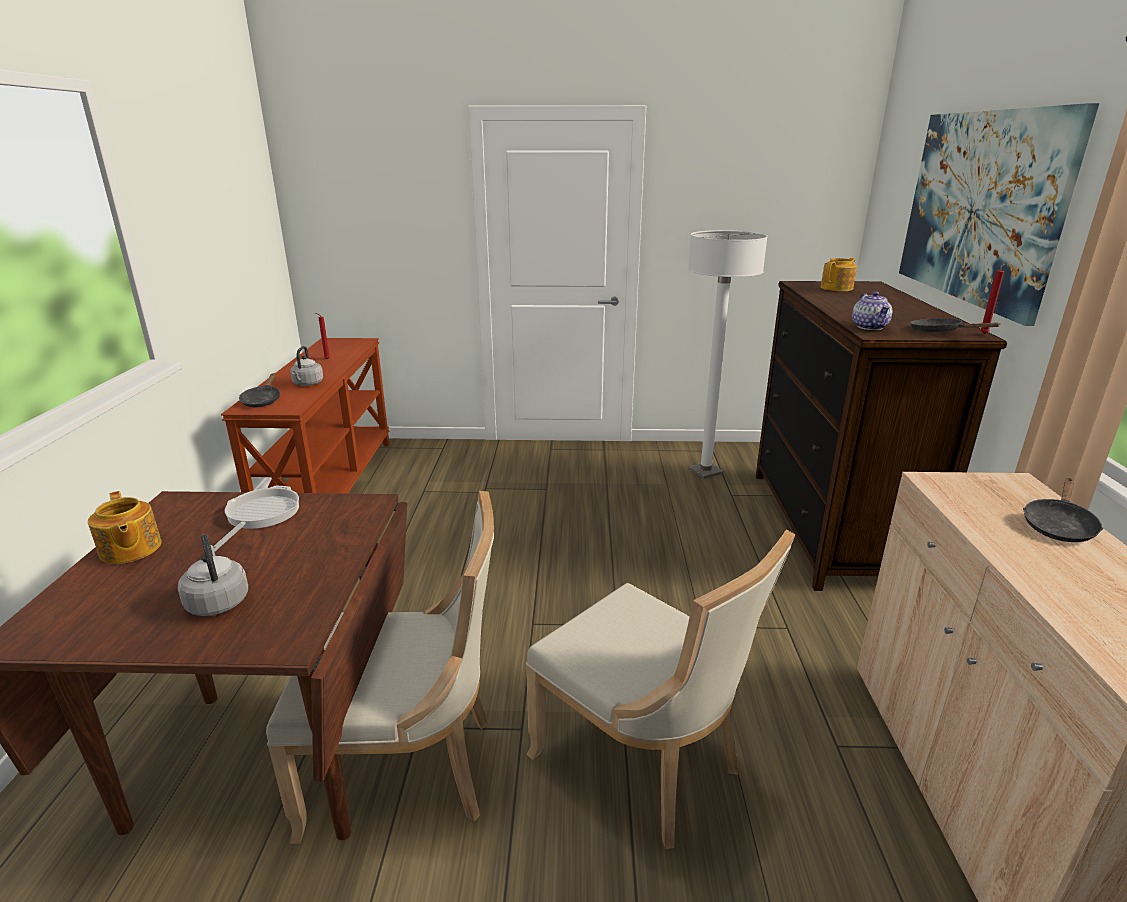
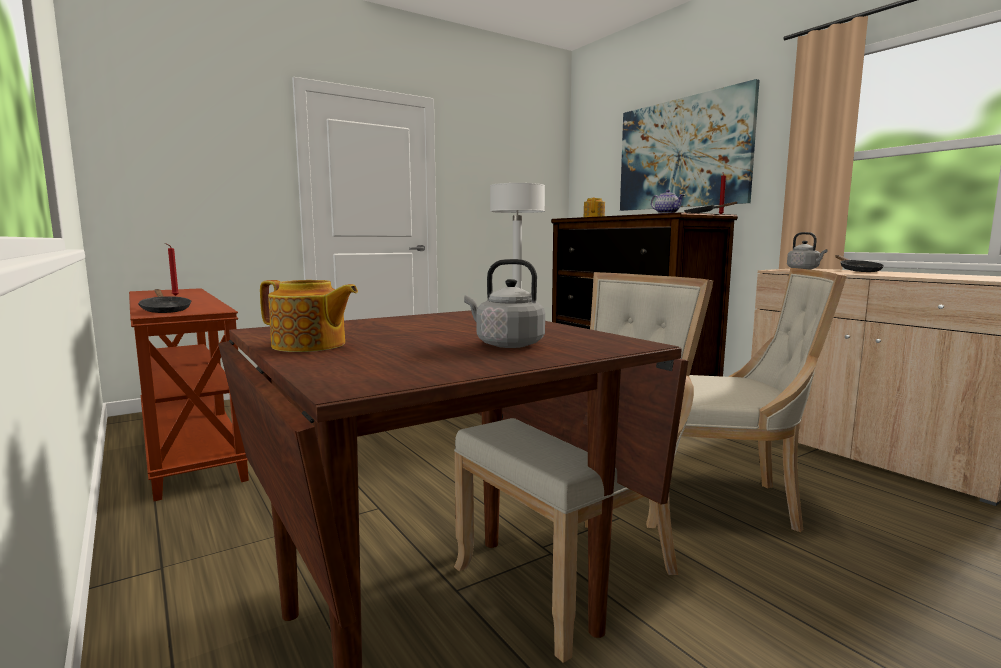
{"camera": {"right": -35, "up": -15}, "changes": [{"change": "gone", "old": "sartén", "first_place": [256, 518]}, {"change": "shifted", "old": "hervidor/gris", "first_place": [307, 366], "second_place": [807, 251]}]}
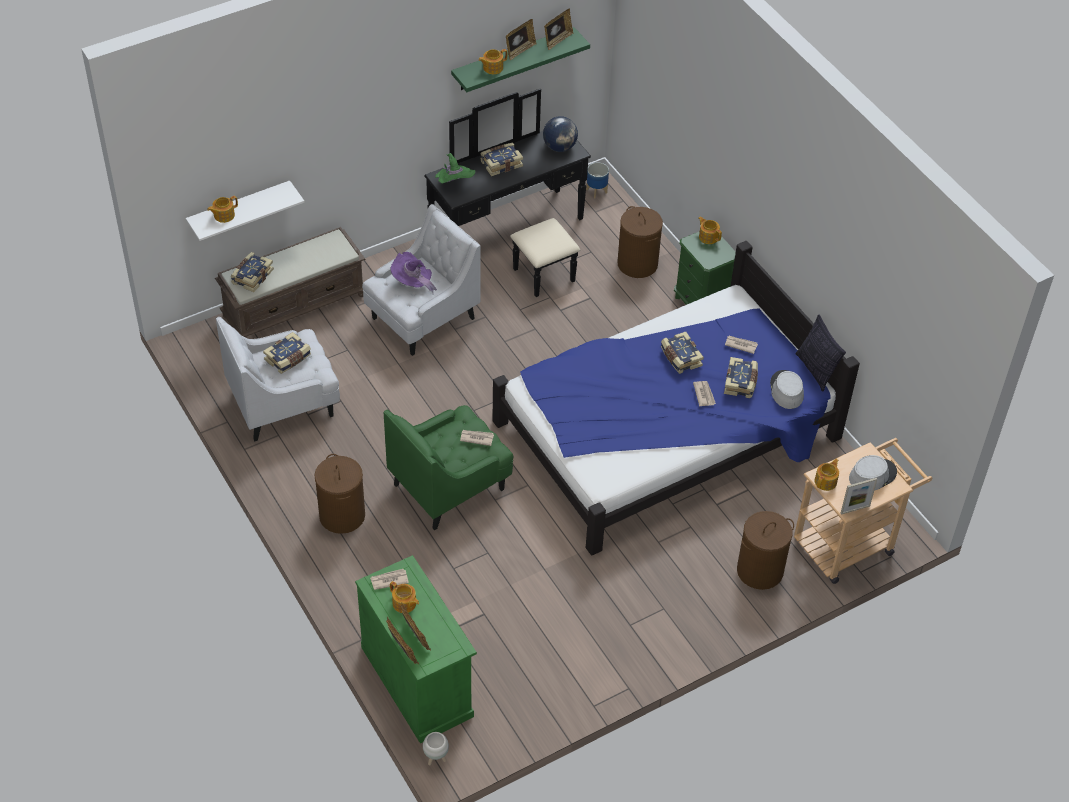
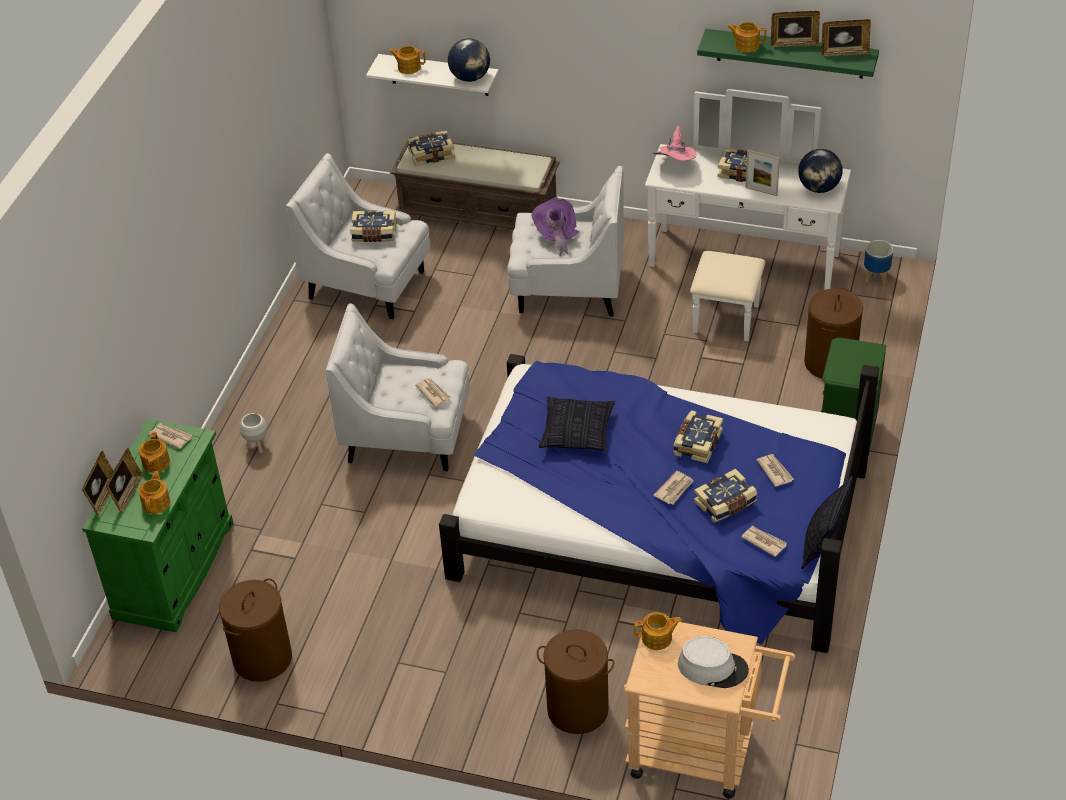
{"camera": {"right": 50, "up": -5}, "changes": [{"change": "new", "new": "globo terráqueo", "second_place": [469, 60]}, {"change": "new", "new": "cojín", "second_place": [576, 424]}, {"change": "shifted", "old": "cesto de la ropa/marrón", "first_place": [339, 494], "second_place": [255, 630]}, {"change": "shifted", "old": "maceta/blanco", "first_place": [436, 748], "second_place": [254, 433]}, {"change": "shifted", "old": "tetera", "first_place": [710, 230], "second_place": [154, 492]}, {"change": "shifted", "old": "portarretratos", "first_place": [859, 496], "second_place": [762, 173]}, {"change": "swapped", "old": "sombrero/gris", "new": "periódico", "first_place": [787, 389], "second_place": [764, 541]}, {"change": "repainted", "old": "sillón/verde", "new": "sillón/blanco", "first_place": [448, 467], "second_place": [397, 387]}, {"change": "repainted", "old": "cómoda/negro", "new": "cómoda/blanco", "first_place": [507, 193], "second_place": [748, 215]}, {"change": "repainted", "old": "sombrero/verde", "new": "sombrero/rosa", "first_place": [455, 168], "second_place": [675, 143]}]}
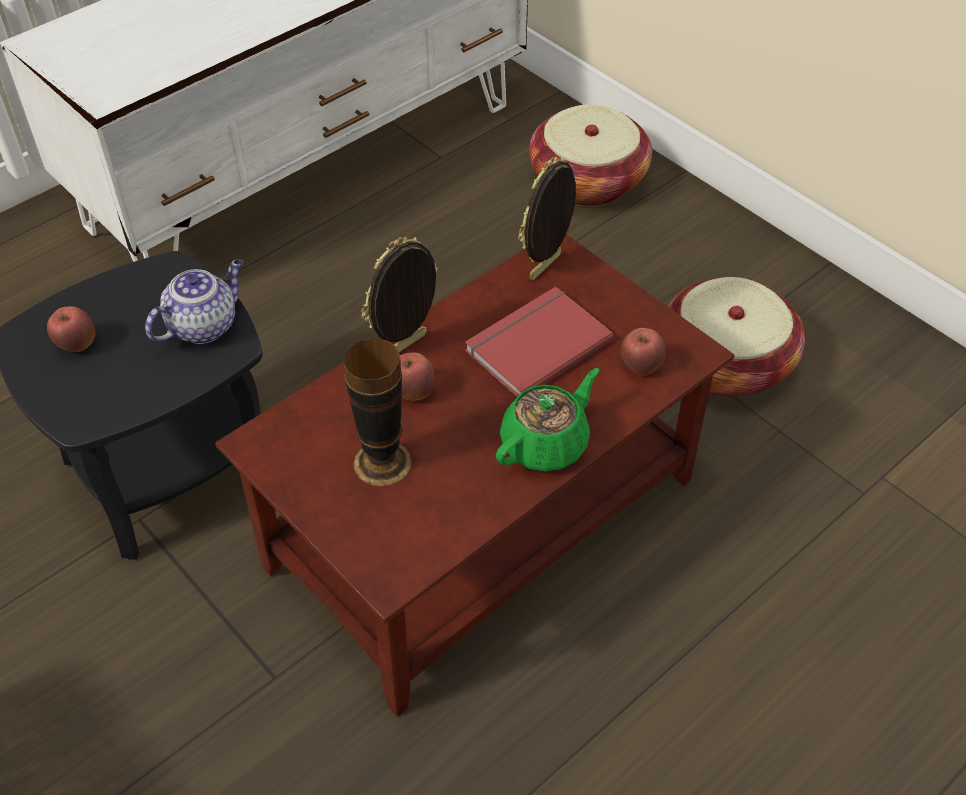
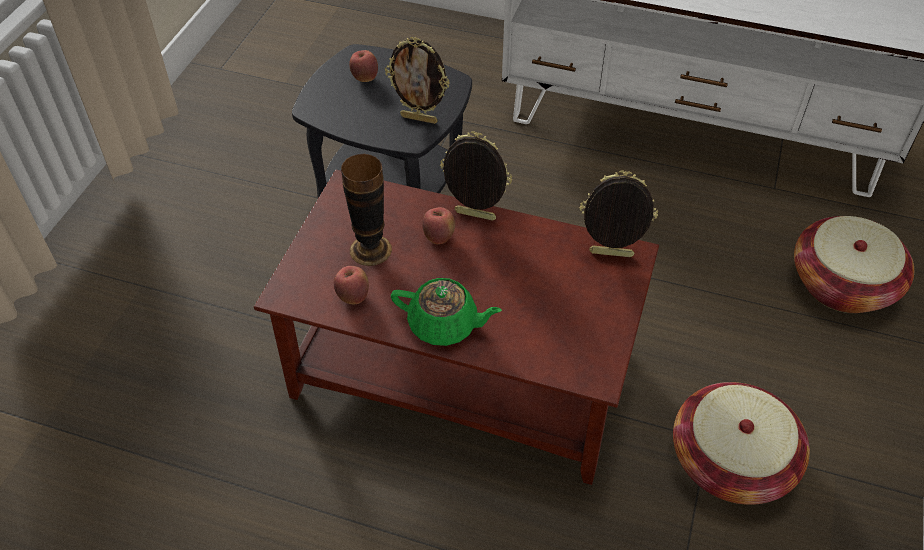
{"camera": {"right": 60, "up": 0}, "changes": [{"change": "gone", "old": "libro/rojo", "first_place": [539, 342]}, {"change": "shifted", "old": "manzana", "first_place": [643, 351], "second_place": [351, 285]}, {"change": "swapped", "old": "tetera", "new": "portarretratos", "first_place": [194, 301], "second_place": [417, 80]}]}
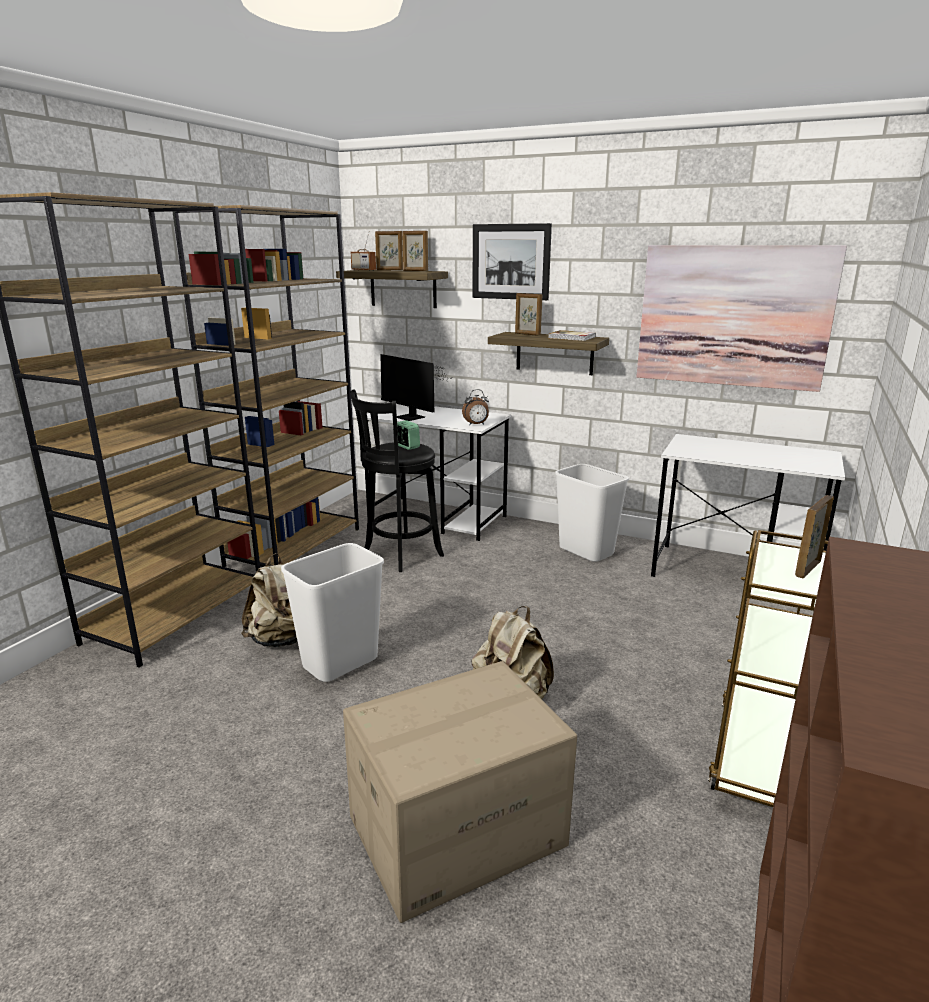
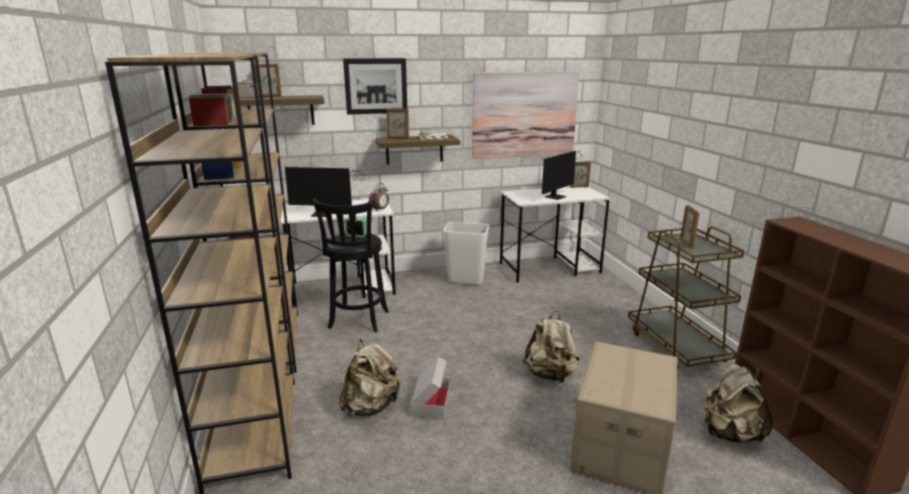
{"camera": {"right": -40, "up": 0}, "changes": [{"change": "new", "new": "monitor", "second_place": [562, 175]}, {"change": "new", "new": "mochila/beis", "second_place": [738, 403]}, {"change": "shifted", "old": "portarretratos", "first_place": [415, 251], "second_place": [580, 174]}, {"change": "swapped", "old": "papelera/blanco", "new": "caja de cartón", "first_place": [332, 612], "second_place": [430, 387]}]}
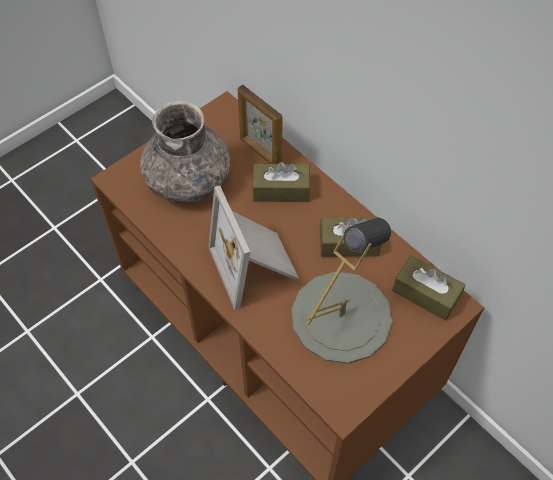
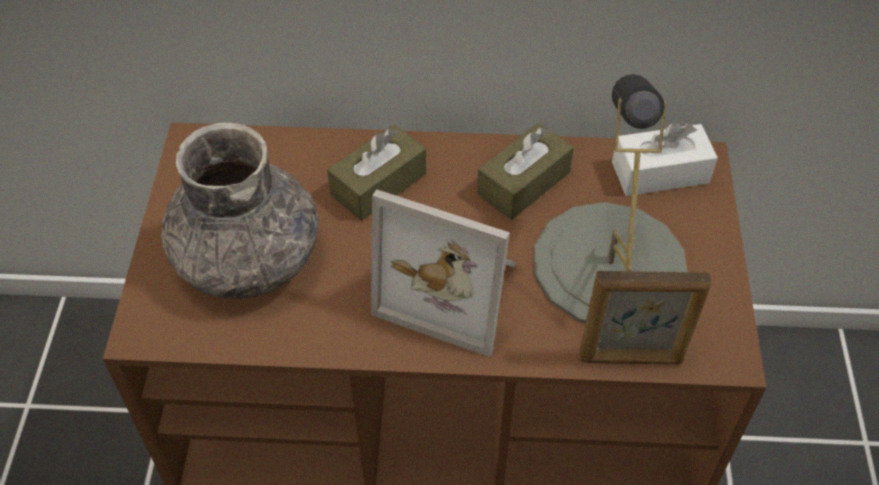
{"camera": {"right": -45, "up": -5}, "changes": [{"change": "shifted", "old": "portarretratos", "first_place": [260, 124], "second_place": [646, 317]}, {"change": "repainted", "old": "caja de pañuelos/marrón", "new": "caja de pañuelos/blanco", "first_place": [429, 288], "second_place": [665, 159]}]}
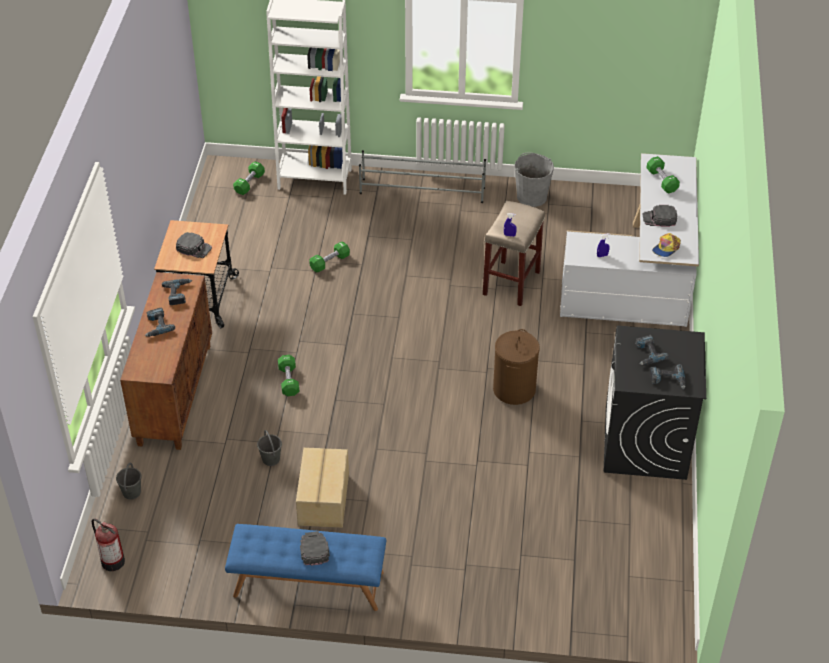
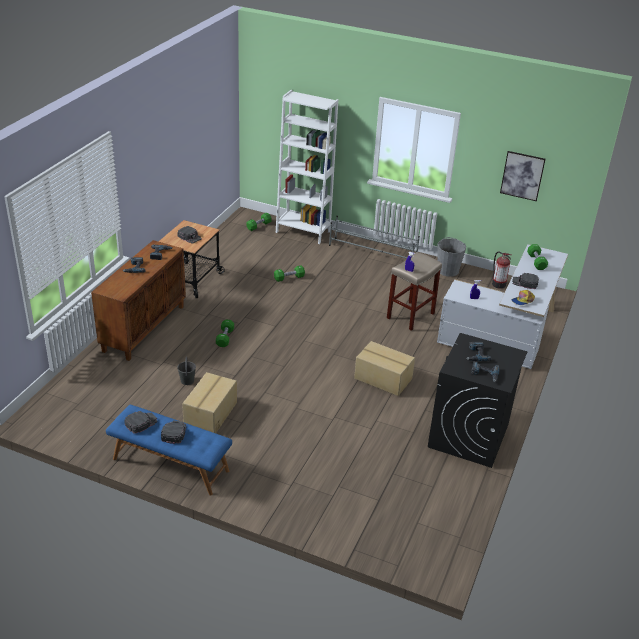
{"camera": {"right": 15, "up": -10}, "changes": [{"change": "gone", "old": "cubo/gris", "first_place": [128, 480]}, {"change": "new", "new": "gorra/negro", "second_place": [141, 422]}, {"change": "new", "new": "cuadro", "second_place": [523, 176]}, {"change": "shifted", "old": "extintor", "first_place": [108, 544], "second_place": [501, 270]}, {"change": "swapped", "old": "cesto de la ropa/marrón", "new": "caja de cartón", "first_place": [516, 367], "second_place": [384, 368]}]}
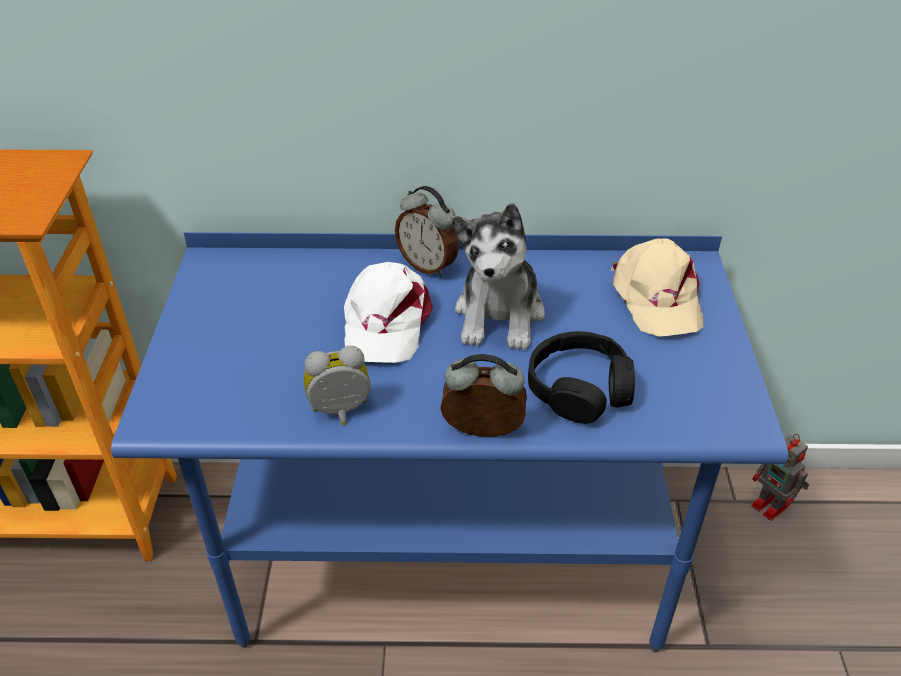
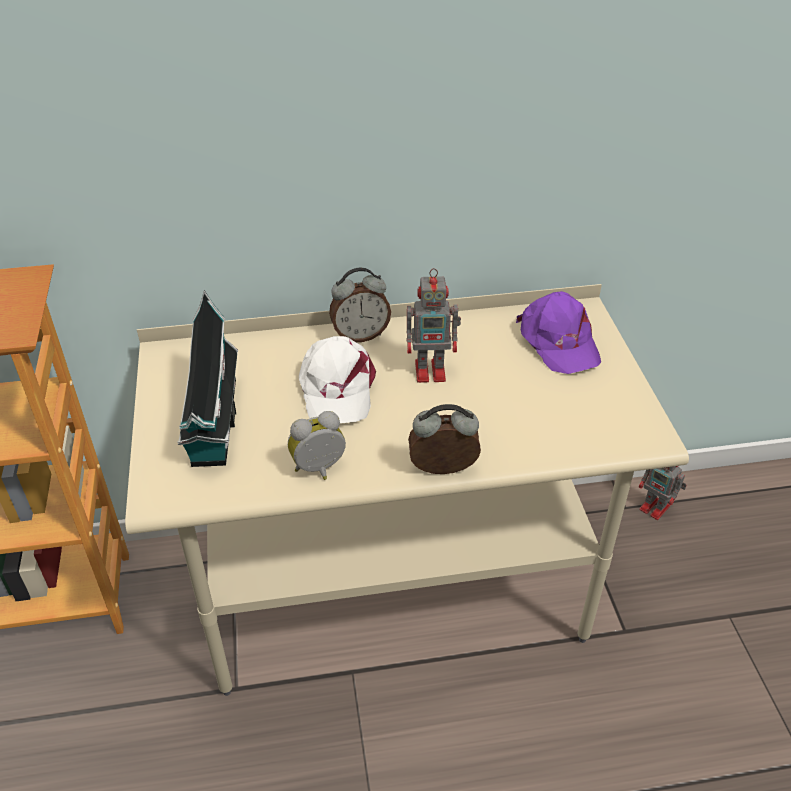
{"camera": {"right": -10, "up": 0}, "changes": [{"change": "gone", "old": "auriculares/negro", "first_place": [581, 377]}, {"change": "new", "new": "casita", "second_place": [207, 379]}, {"change": "swapped", "old": "peluche", "new": "robot de juguete", "first_place": [498, 276], "second_place": [434, 325]}, {"change": "repainted", "old": "escritorio/azul", "new": "escritorio/beis", "first_place": [449, 442], "second_place": [407, 490]}, {"change": "repainted", "old": "gorra/beis", "new": "gorra/morado", "first_place": [657, 287], "second_place": [558, 332]}, {"change": "rotated", "old": "despertador", "first_place": [427, 231], "second_place": [360, 305], "degrees": -45}]}
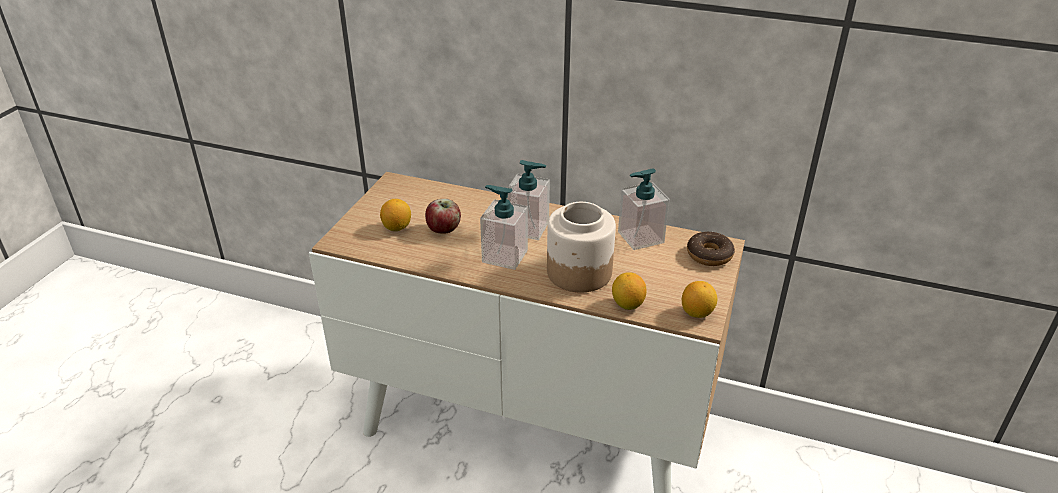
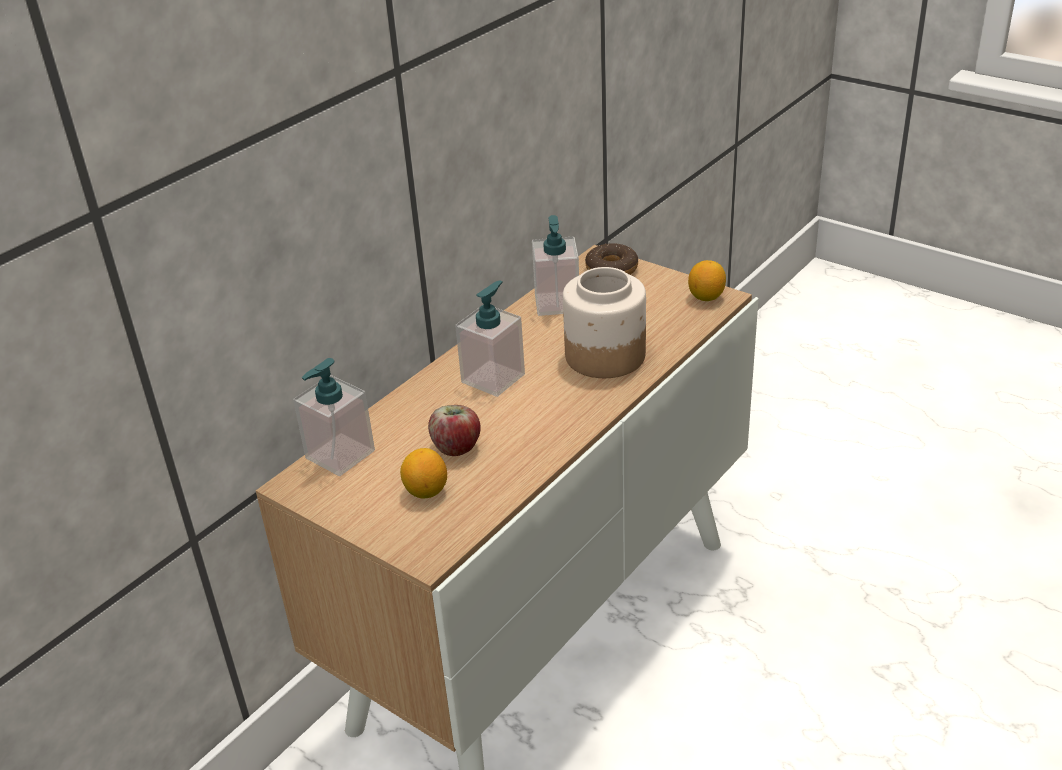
{"camera": {"right": -70, "up": 0}, "changes": [{"change": "gone", "old": "limón", "first_place": [629, 291]}, {"change": "shifted", "old": "dispensador de jabón", "first_place": [504, 227], "second_place": [334, 417]}]}
